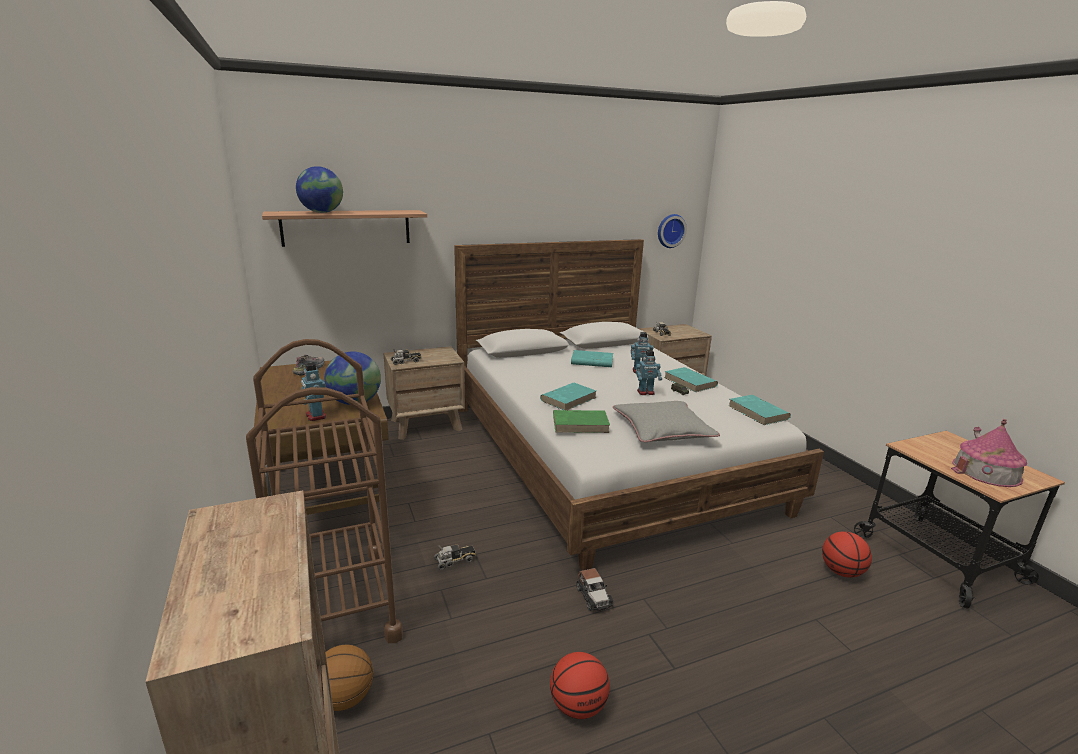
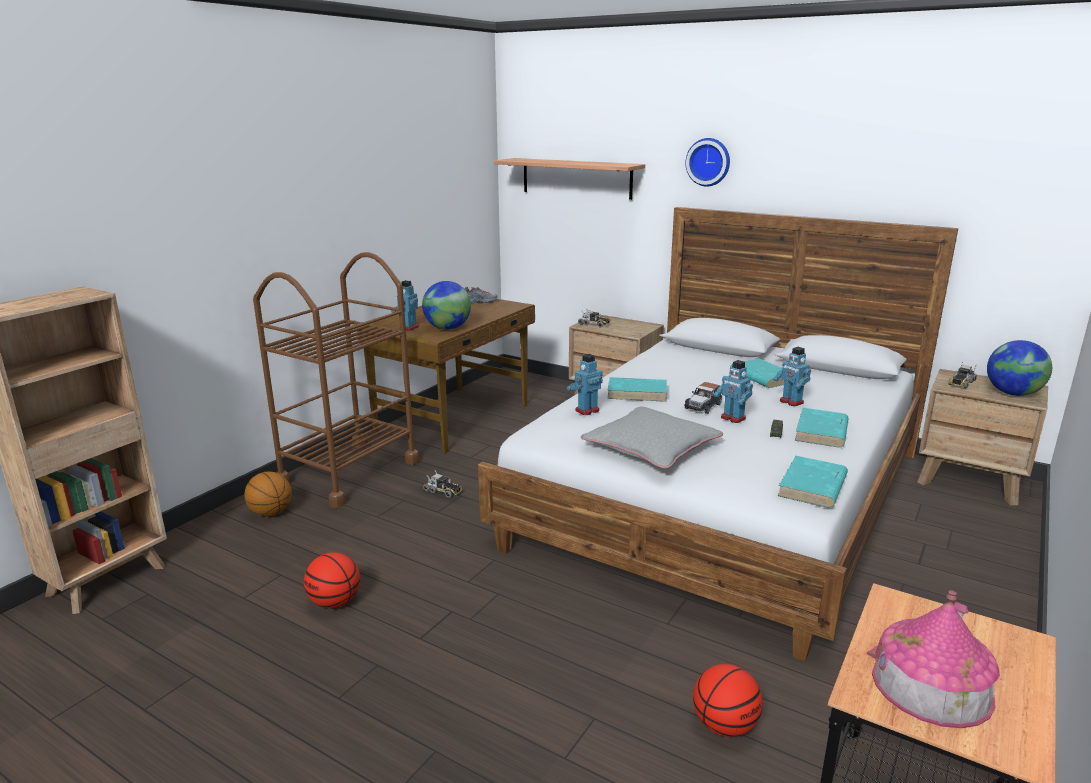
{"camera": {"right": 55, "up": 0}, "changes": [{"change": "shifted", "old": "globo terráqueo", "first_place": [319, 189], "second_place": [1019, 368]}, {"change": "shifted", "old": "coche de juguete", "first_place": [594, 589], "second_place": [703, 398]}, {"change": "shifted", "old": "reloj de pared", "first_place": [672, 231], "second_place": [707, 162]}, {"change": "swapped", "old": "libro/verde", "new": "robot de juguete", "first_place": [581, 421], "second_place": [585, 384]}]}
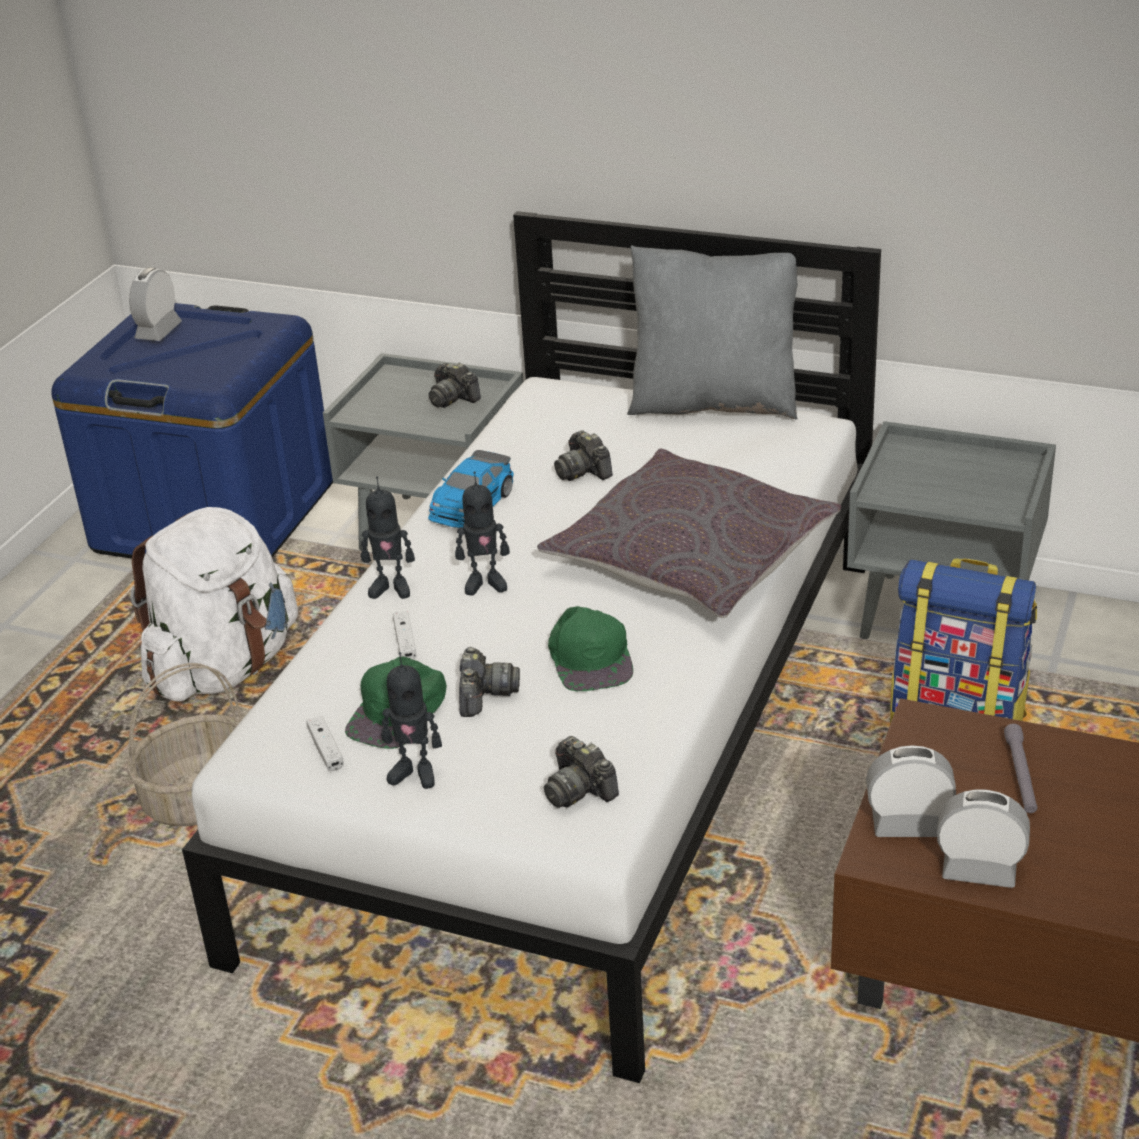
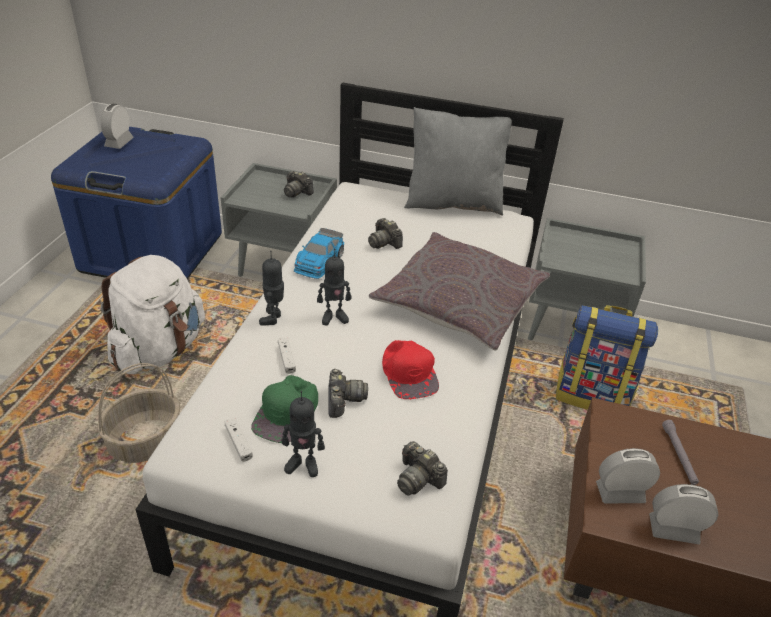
{"camera": {"right": -10, "up": 5}, "changes": [{"change": "repainted", "old": "gorra/verde", "new": "gorra/rojo", "first_place": [590, 648], "second_place": [410, 369]}, {"change": "rotated", "old": "robot de juguete", "first_place": [388, 538], "second_place": [271, 288], "degrees": 105}]}
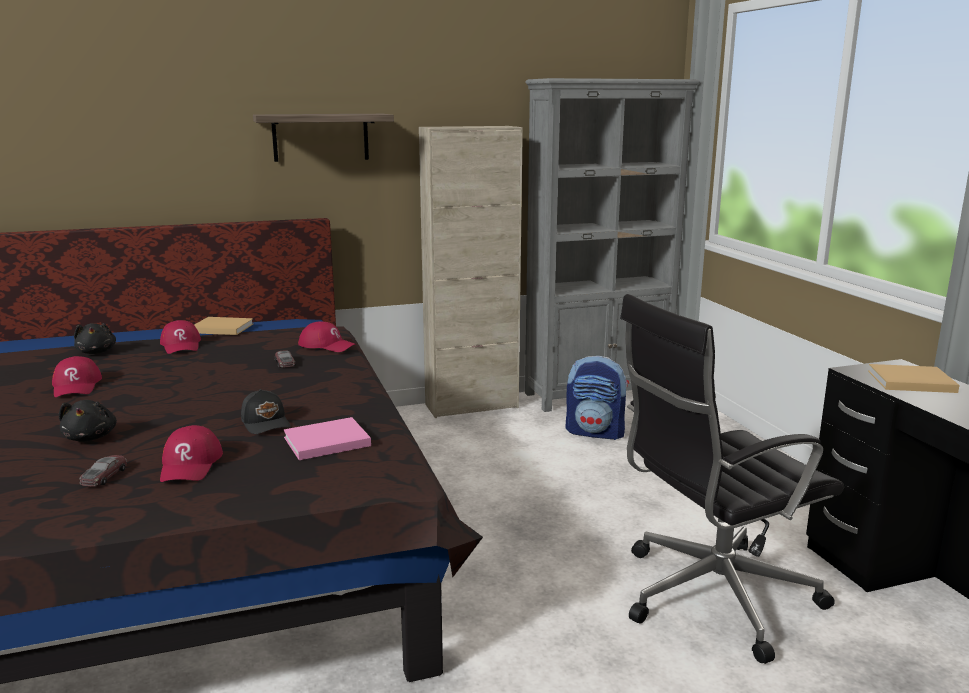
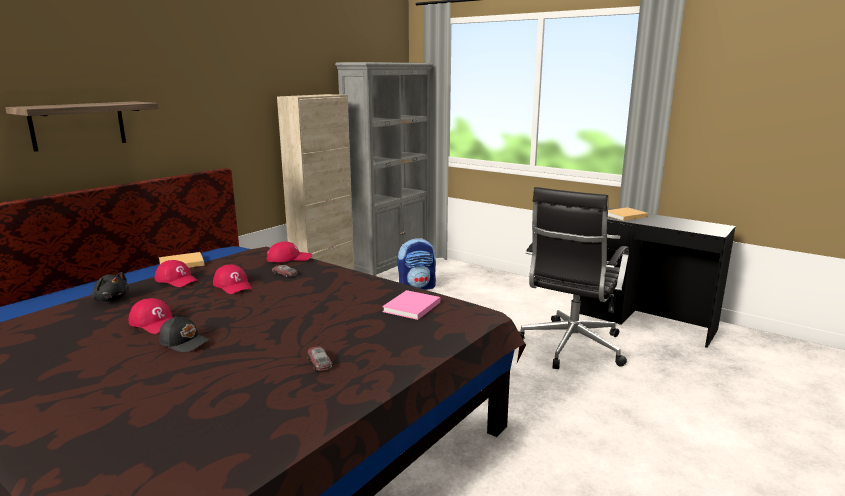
{"camera": {"right": -35, "up": 0}, "changes": [{"change": "gone", "old": "peluche/negro", "first_place": [88, 421]}, {"change": "shifted", "old": "gorra/rojo", "first_place": [191, 453], "second_place": [232, 279]}, {"change": "shifted", "old": "gorra/negro", "first_place": [266, 411], "second_place": [184, 334]}, {"change": "shifted", "old": "estante", "first_place": [323, 138], "second_place": [82, 126]}]}
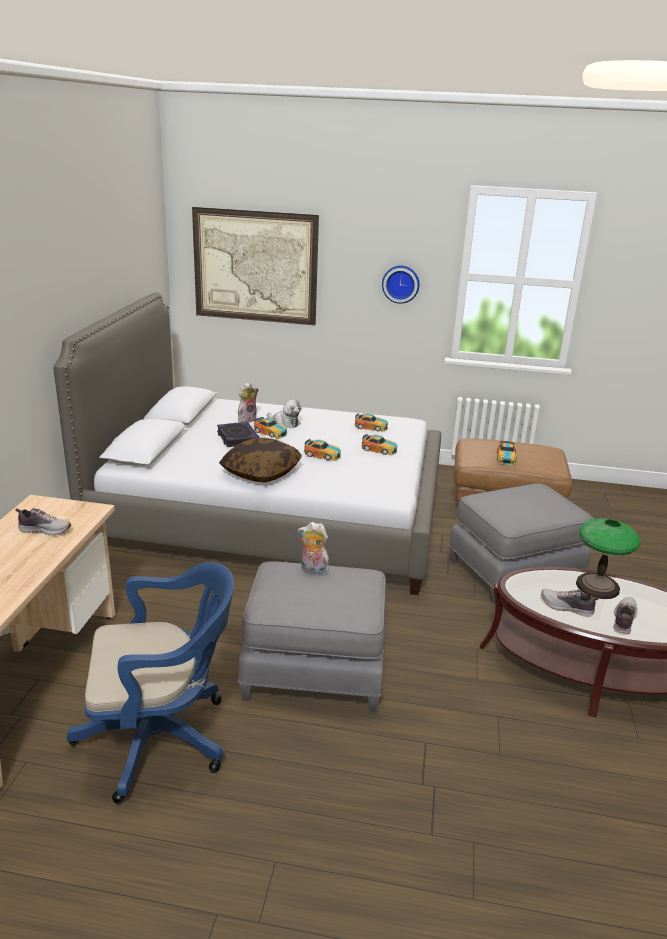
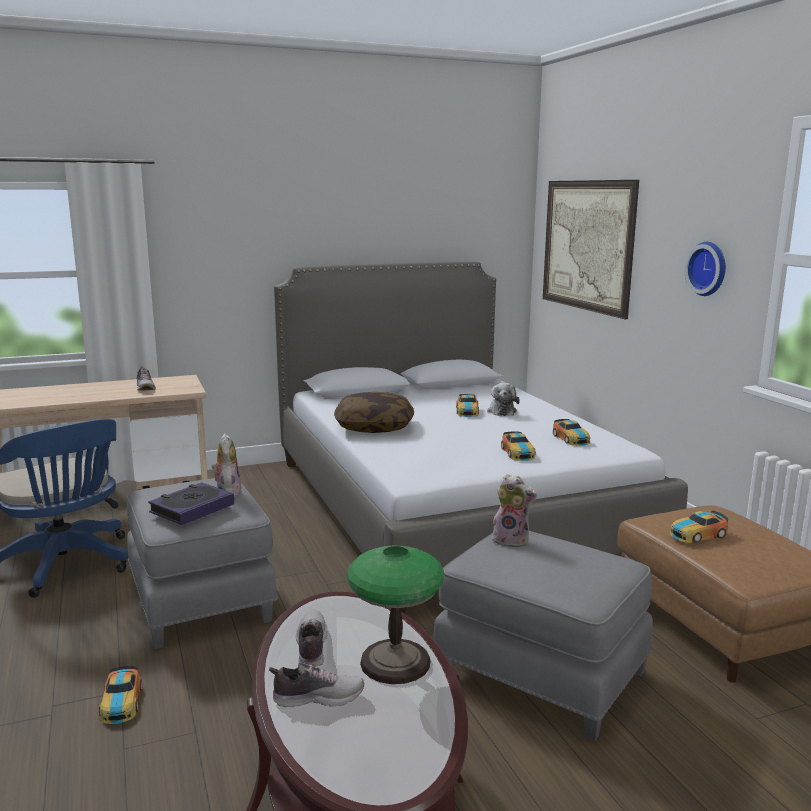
{"camera": {"right": 60, "up": -10}, "changes": [{"change": "shifted", "old": "libro", "first_place": [238, 434], "second_place": [191, 503]}, {"change": "shifted", "old": "peluche", "first_place": [248, 402], "second_place": [514, 510]}, {"change": "shifted", "old": "coche de juguete", "first_place": [322, 450], "second_place": [120, 695]}]}
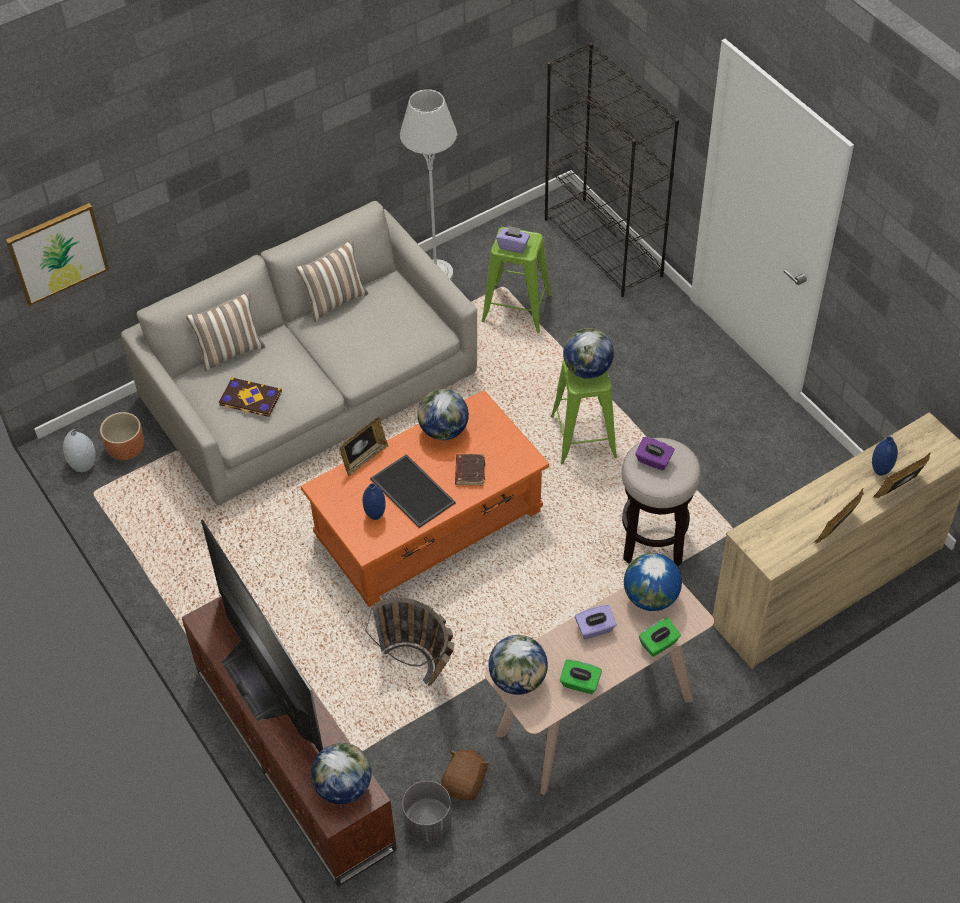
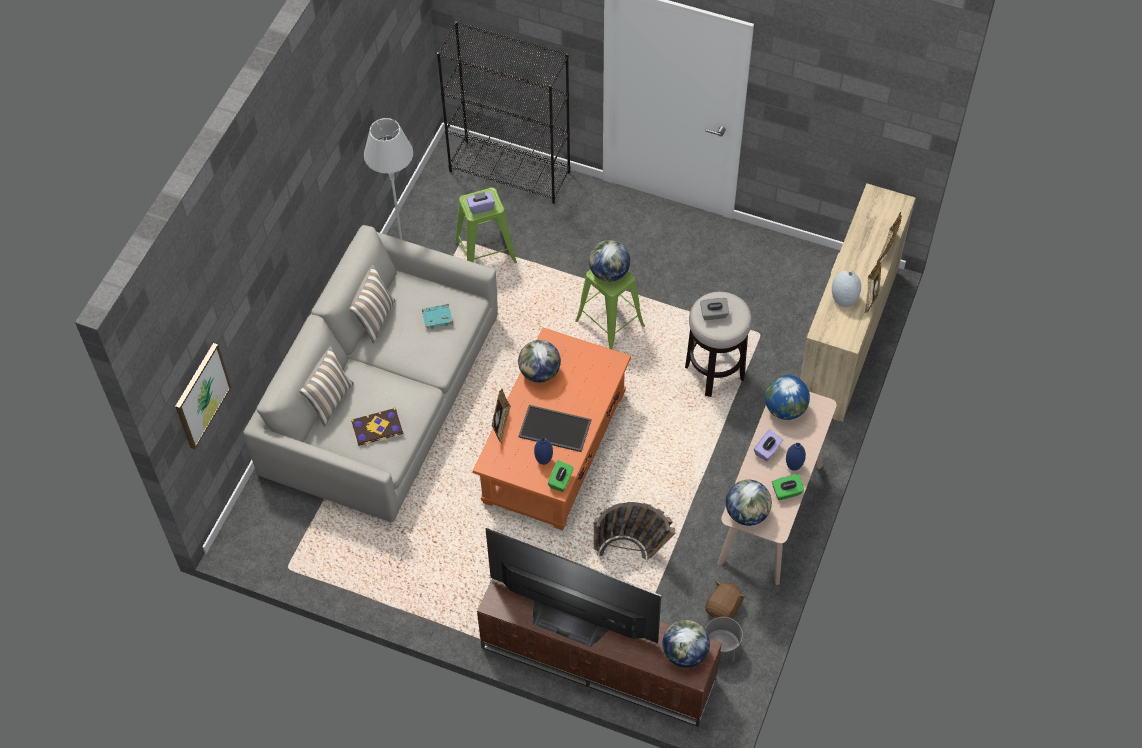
{"camera": {"right": -35, "up": 5}, "changes": [{"change": "gone", "old": "maceta/marrón", "first_place": [122, 436]}, {"change": "gone", "old": "libro/marrón", "first_place": [470, 469]}, {"change": "new", "new": "libro/turquesa", "second_place": [437, 316]}, {"change": "shifted", "old": "florero/gris", "first_place": [79, 450], "second_place": [846, 289]}, {"change": "shifted", "old": "caja de pañuelos/verde", "first_place": [660, 637], "second_place": [560, 476]}, {"change": "shifted", "old": "florero/azul", "first_place": [885, 456], "second_place": [796, 457]}, {"change": "repainted", "old": "caja de pañuelos/morado", "new": "caja de pañuelos/gris", "first_place": [655, 454], "second_place": [714, 309]}, {"change": "rotated", "old": "peluche/marrón", "first_place": [465, 775], "second_place": [725, 600], "degrees": 45}]}
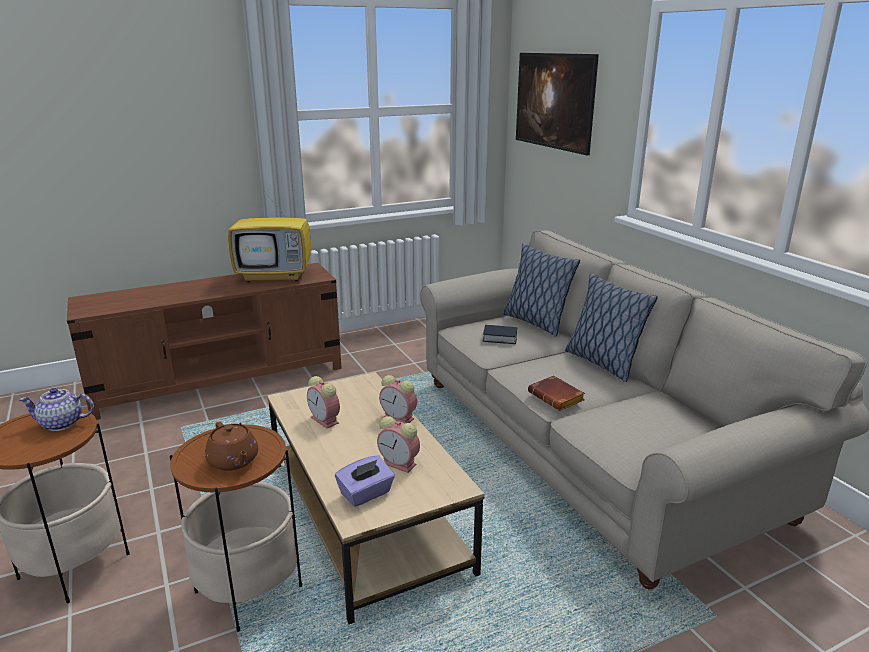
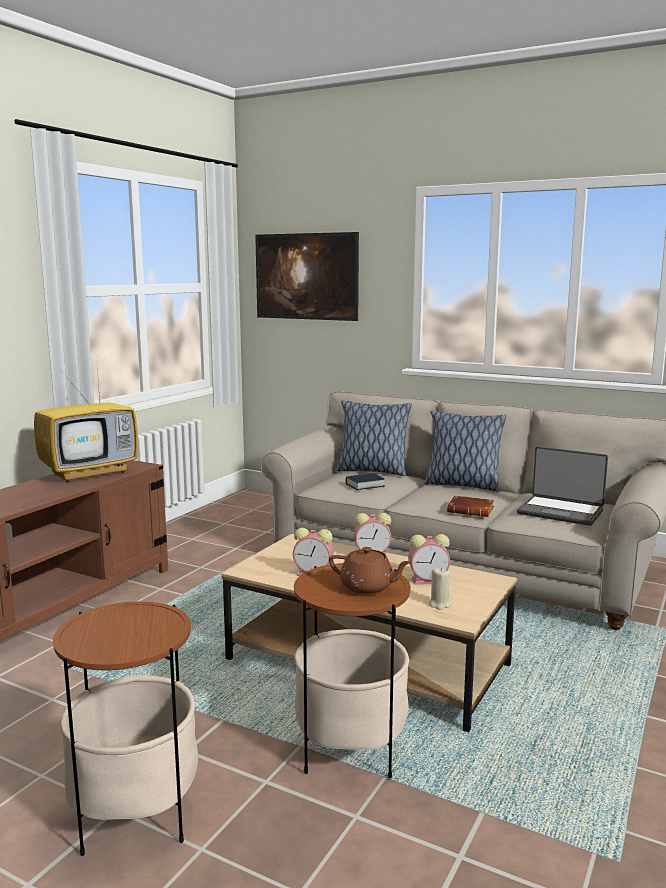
{"camera": {"right": -35, "up": -10}, "changes": [{"change": "gone", "old": "tetera", "first_place": [56, 409]}, {"change": "new", "new": "portátil", "second_place": [562, 486]}, {"change": "swapped", "old": "caja de pañuelos/morado", "new": "vela/beis", "first_place": [365, 481], "second_place": [440, 588]}]}
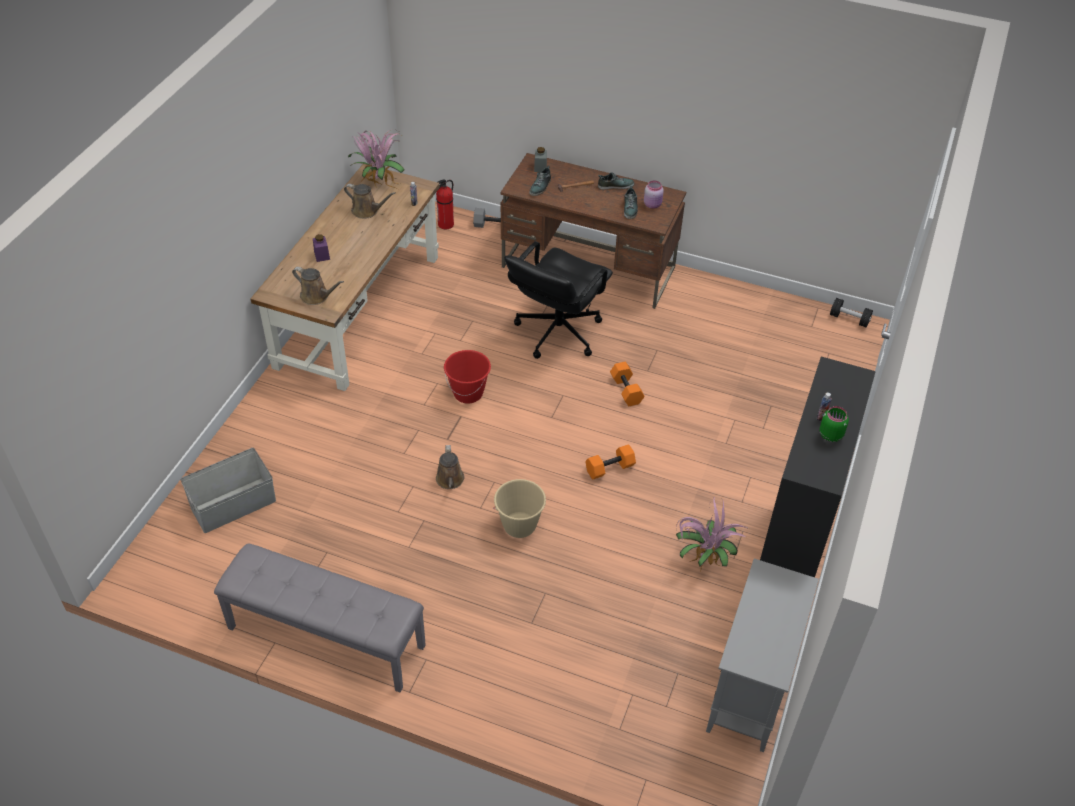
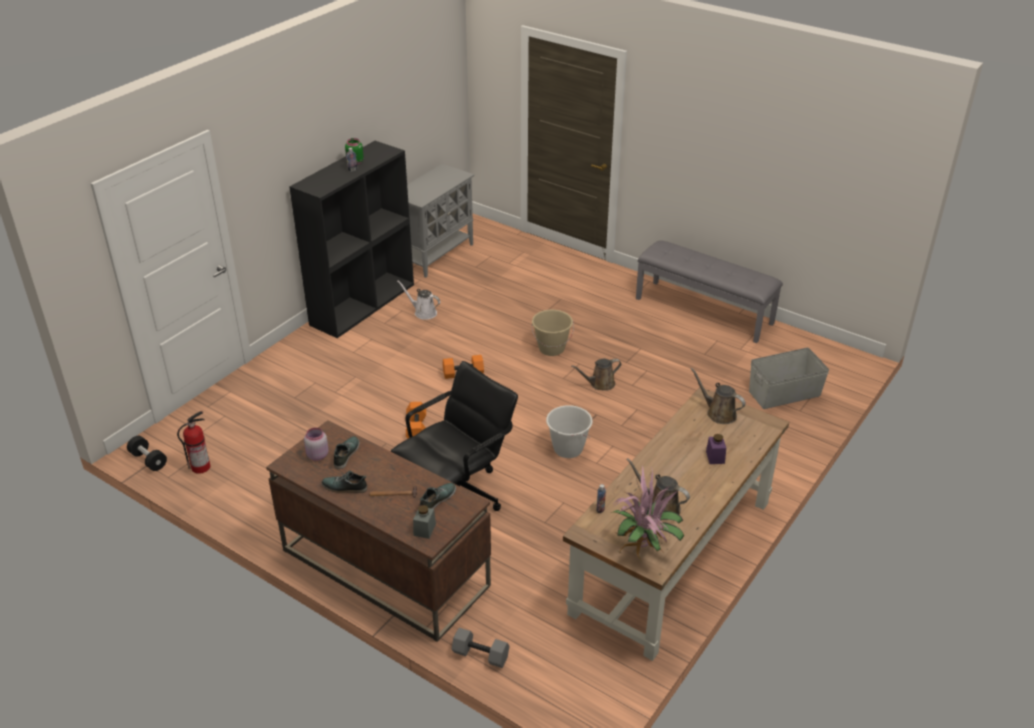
{"camera": {"right": -165, "up": -10}, "changes": [{"change": "shifted", "old": "extintor", "first_place": [445, 204], "second_place": [194, 442]}, {"change": "swapped", "old": "planta en maceta", "new": "regadera/blanco", "first_place": [712, 534], "second_place": [418, 300]}, {"change": "repainted", "old": "cubo/rojo", "new": "cubo/blanco", "first_place": [467, 376], "second_place": [569, 431]}, {"change": "rotated", "old": "regadera/marrón", "first_place": [450, 467], "second_place": [596, 375], "degrees": -120}]}
